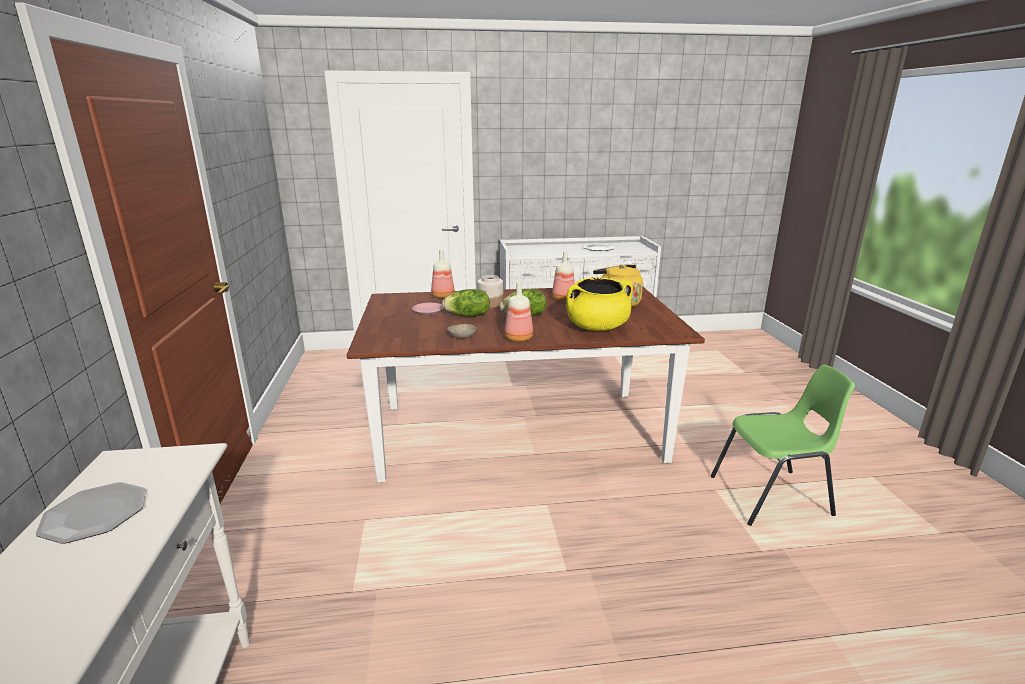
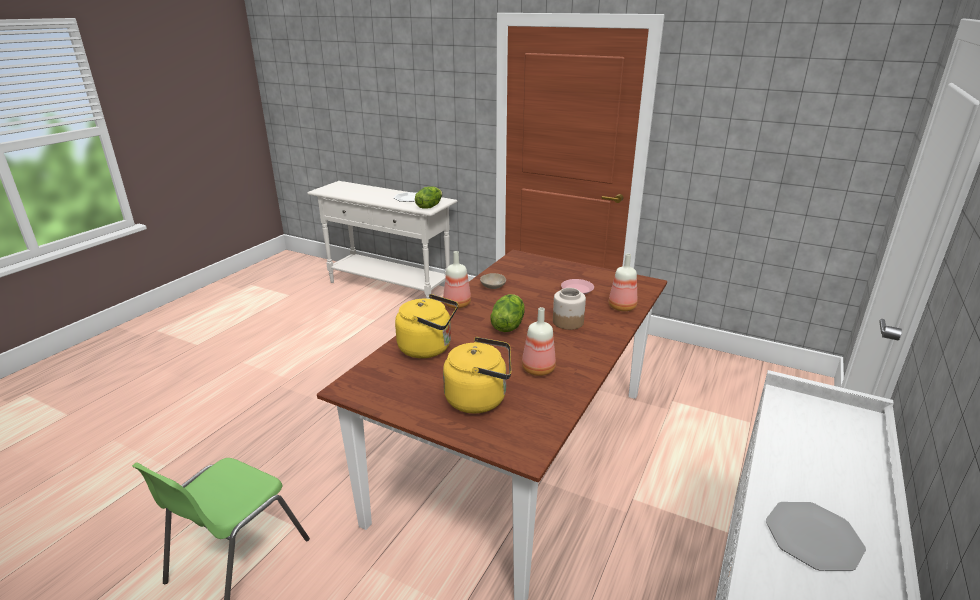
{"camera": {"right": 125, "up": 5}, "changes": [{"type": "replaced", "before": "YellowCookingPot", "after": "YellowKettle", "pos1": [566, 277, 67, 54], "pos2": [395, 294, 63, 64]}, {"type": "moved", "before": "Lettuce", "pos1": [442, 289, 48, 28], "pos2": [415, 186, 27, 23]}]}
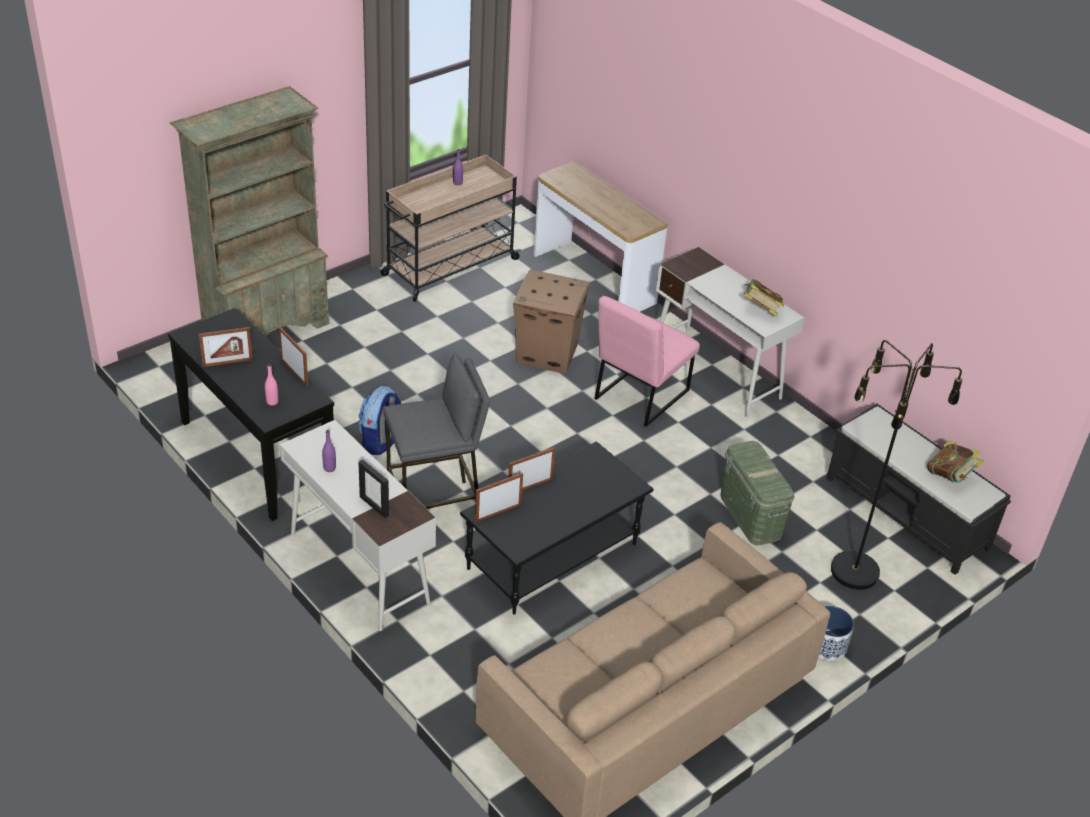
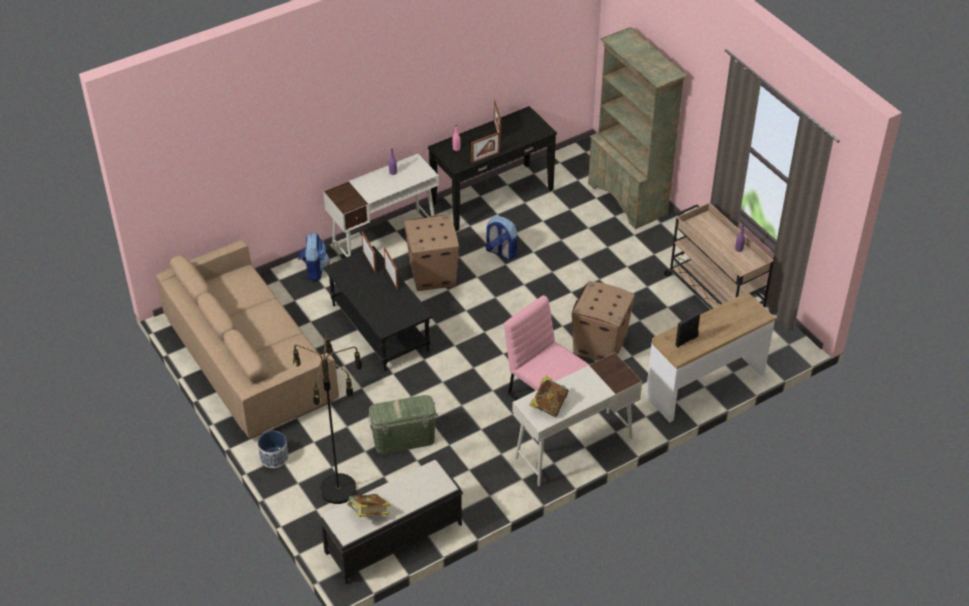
{"camera": {"right": 100, "up": 5}, "changes": [{"type": "replaced", "before": "GreyStool", "after": "CardboardBox", "pos1": [384, 353, 106, 156], "pos2": [404, 215, 55, 76]}, {"type": "moved", "before": "PictureFrame", "pos1": [358, 459, 31, 59], "pos2": [675, 312, 25, 35]}, {"type": "added", "after": "Backpack", "pos2": [298, 233, 32, 48]}]}
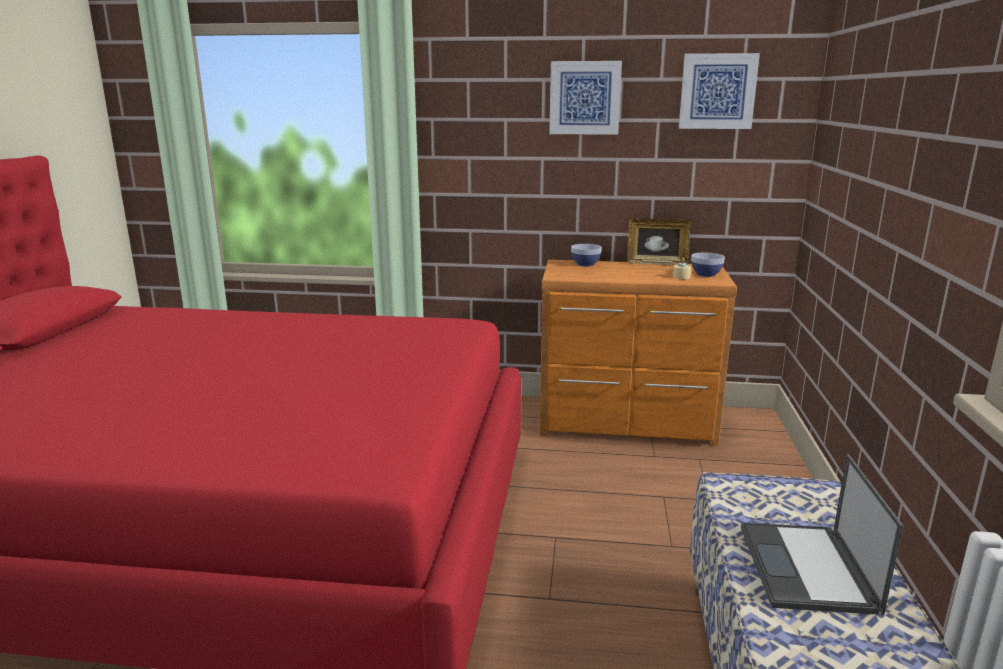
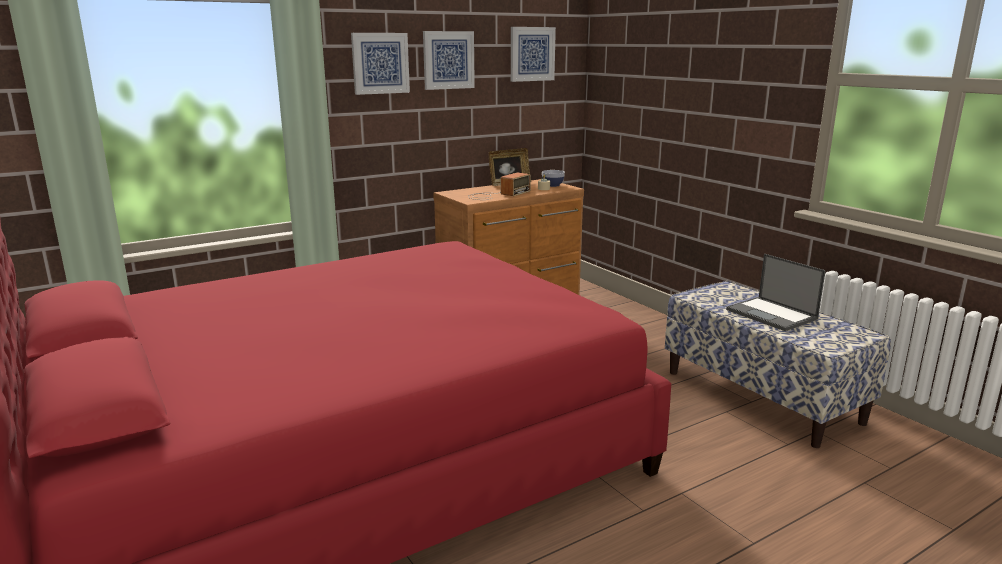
{"camera": {"right": -40, "up": 0}, "changes": [{"type": "removed", "before": "Bowl", "pos1": [571, 244, 31, 22]}, {"type": "added", "after": "Picture", "pos2": [351, 33, 59, 62]}, {"type": "added", "after": "Radio", "pos2": [468, 173, 63, 27]}]}
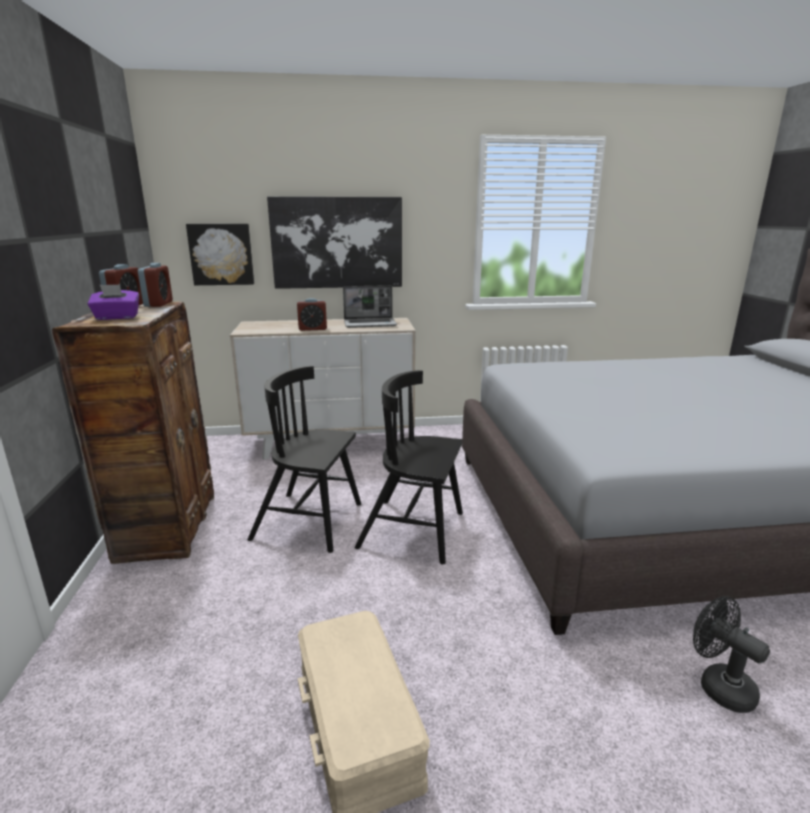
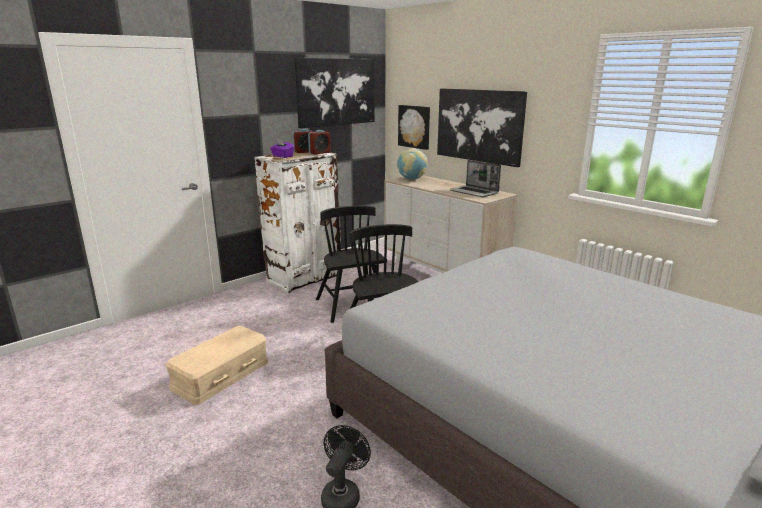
{"camera": {"right": 55, "up": 0}, "changes": [{"type": "removed", "before": "AlarmClock", "pos1": [297, 298, 30, 33]}, {"type": "recoloured", "before": "BrownCabinet", "after": "WhiteCabinet", "pos1": [52, 301, 162, 263], "pos2": [255, 152, 86, 141]}, {"type": "added", "after": "Picture", "pos2": [295, 58, 80, 70]}, {"type": "added", "after": "Globe", "pos2": [397, 148, 31, 31]}]}
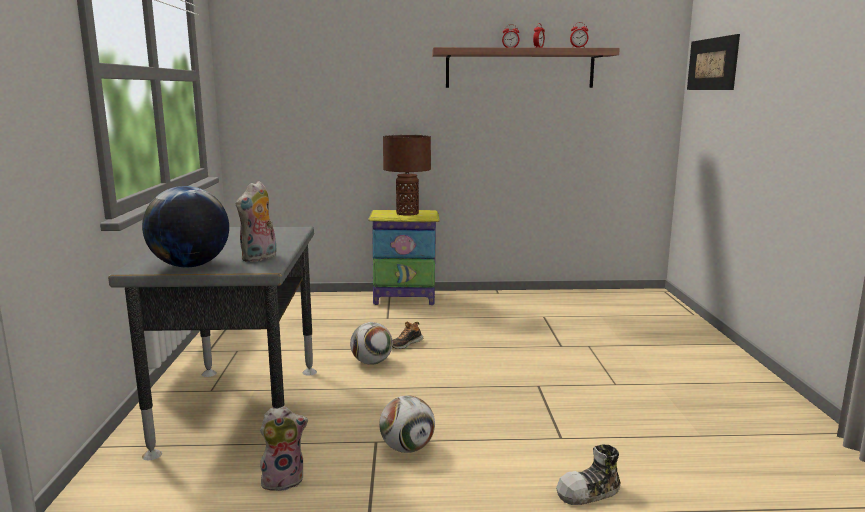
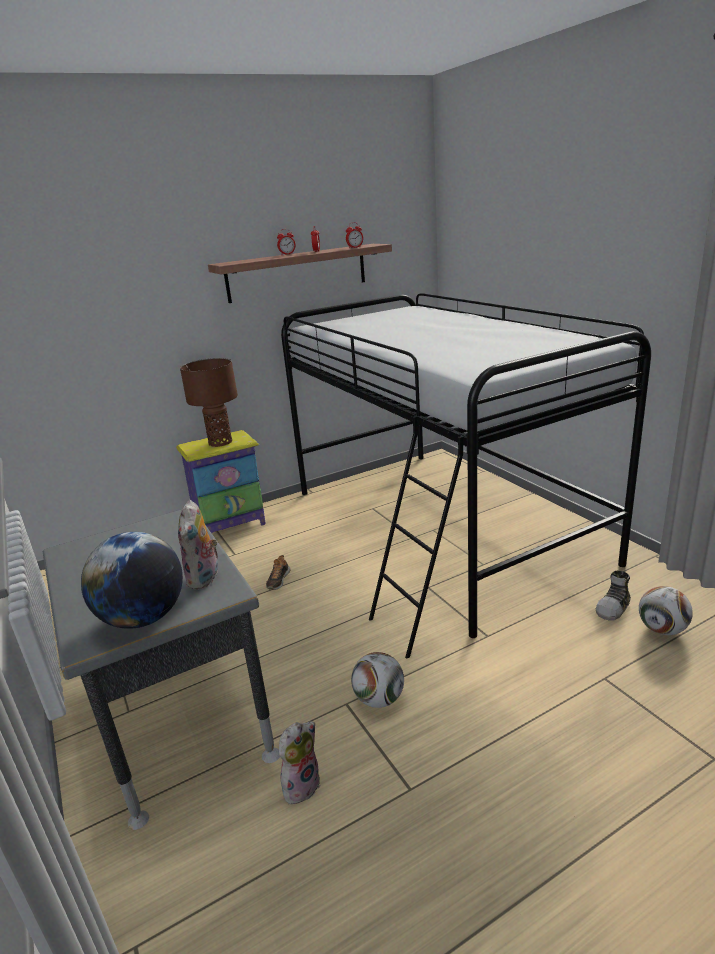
{"camera": {"right": -25, "up": 10}, "changes": [{"type": "removed", "before": "Picture", "pos1": [687, 34, 53, 56]}, {"type": "moved", "before": "Football", "pos1": [350, 322, 43, 43], "pos2": [639, 586, 54, 49]}, {"type": "moved", "before": "Shoe", "pos1": [556, 444, 65, 61], "pos2": [596, 570, 35, 50]}, {"type": "added", "after": "BlackBed", "pos2": [281, 293, 370, 366]}]}
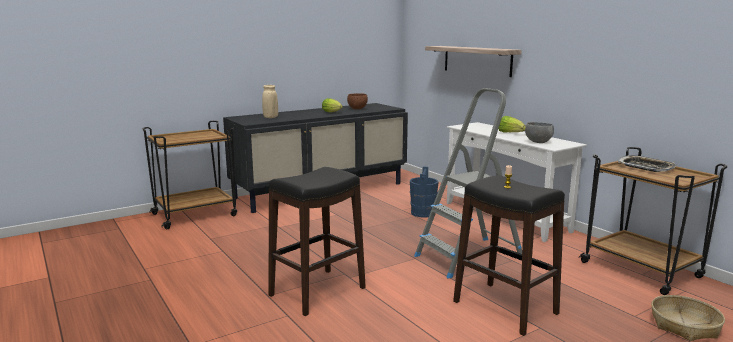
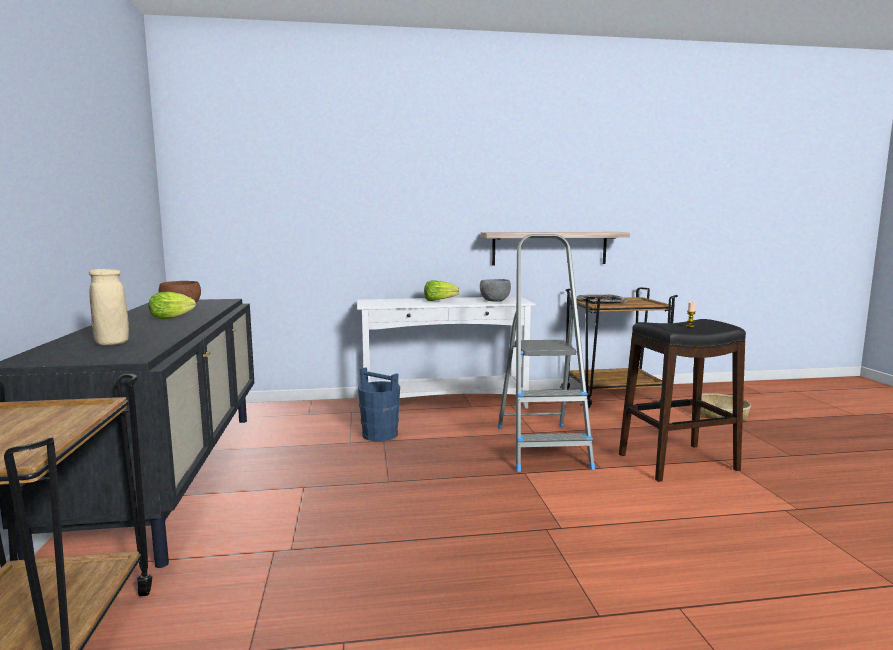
{"camera": {"right": -65, "up": -5}, "changes": [{"type": "moved", "before": "Shelf", "pos1": [425, 46, 97, 31], "pos2": [480, 232, 150, 33]}, {"type": "removed", "before": "BlackStool", "pos1": [268, 167, 98, 149]}]}
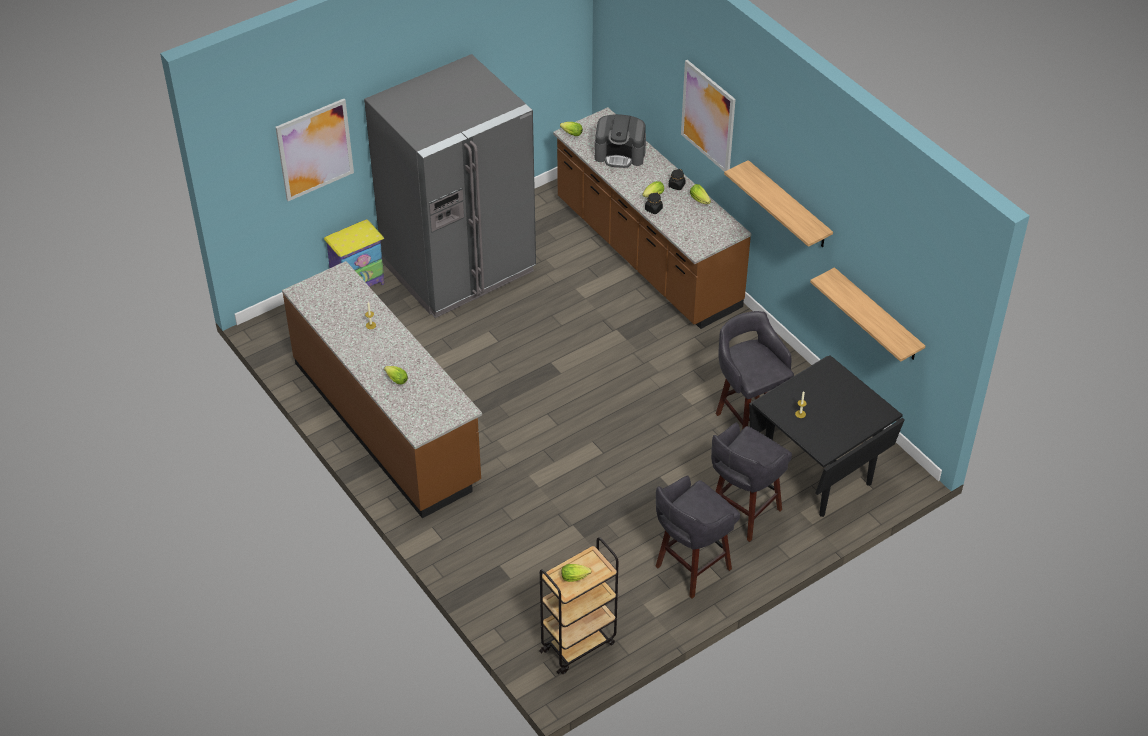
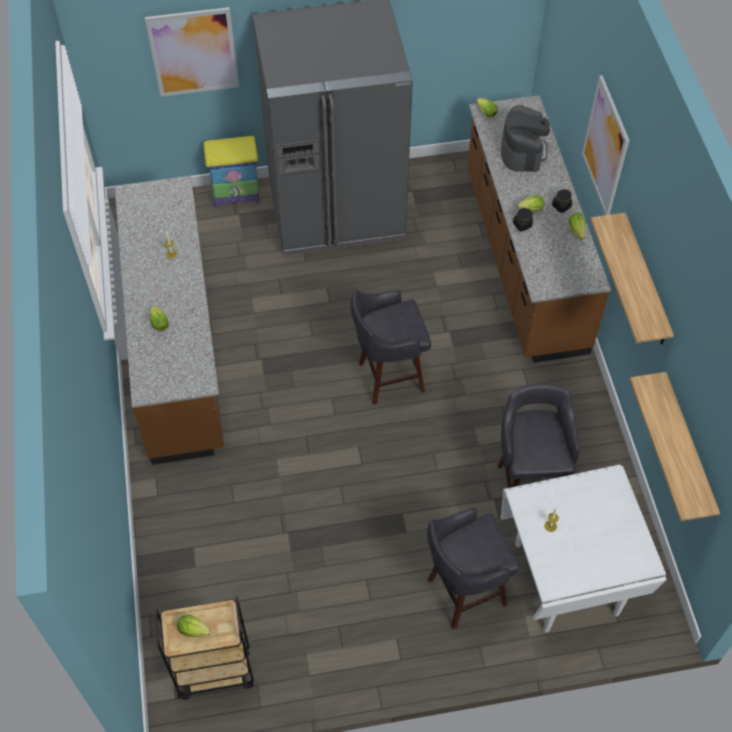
{"camera": {"right": 25, "up": 10}, "changes": [{"type": "turned", "before": "CoffeeMachine", "pos1": [595, 114, 51, 54], "pos2": [501, 105, 49, 67], "turn": -120}, {"type": "recoloured", "before": "BlackDiningTable", "after": "WhiteDiningTable", "pos1": [749, 355, 156, 162], "pos2": [501, 465, 166, 167]}, {"type": "moved", "before": "GreyStool", "pos1": [656, 475, 84, 124], "pos2": [350, 290, 81, 115]}]}
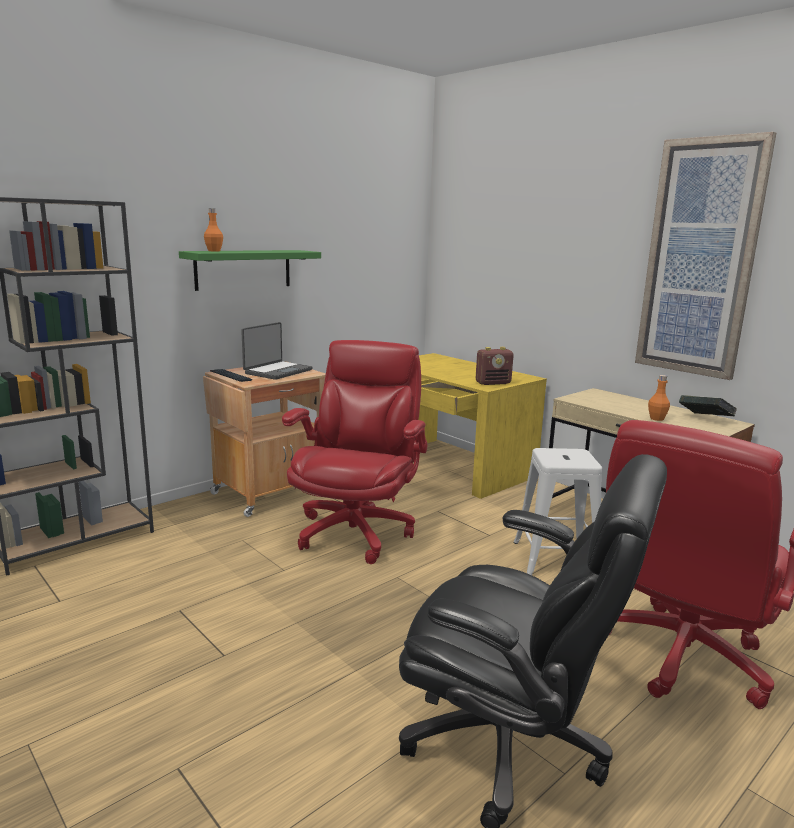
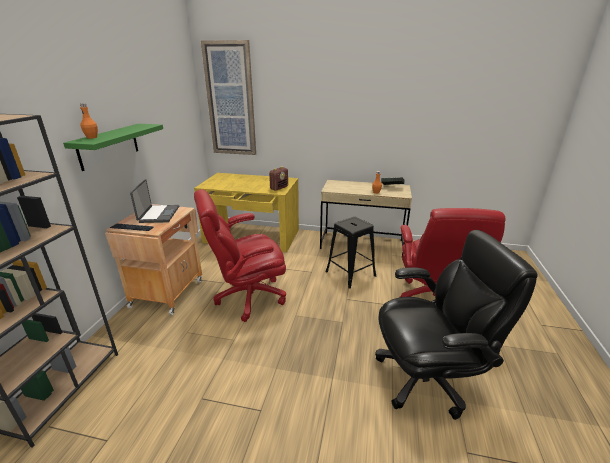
{"camera": {"right": -35, "up": 10}, "changes": [{"type": "moved", "before": "Picture", "pos1": [635, 132, 141, 248], "pos2": [201, 40, 55, 115]}, {"type": "turned", "before": "RedOfficeChair", "pos1": [282, 340, 145, 224], "pos2": [194, 189, 92, 133], "turn": -90}, {"type": "recoloured", "before": "WhiteStool", "after": "BlackStool", "pos1": [514, 448, 88, 127], "pos2": [326, 217, 50, 72]}]}
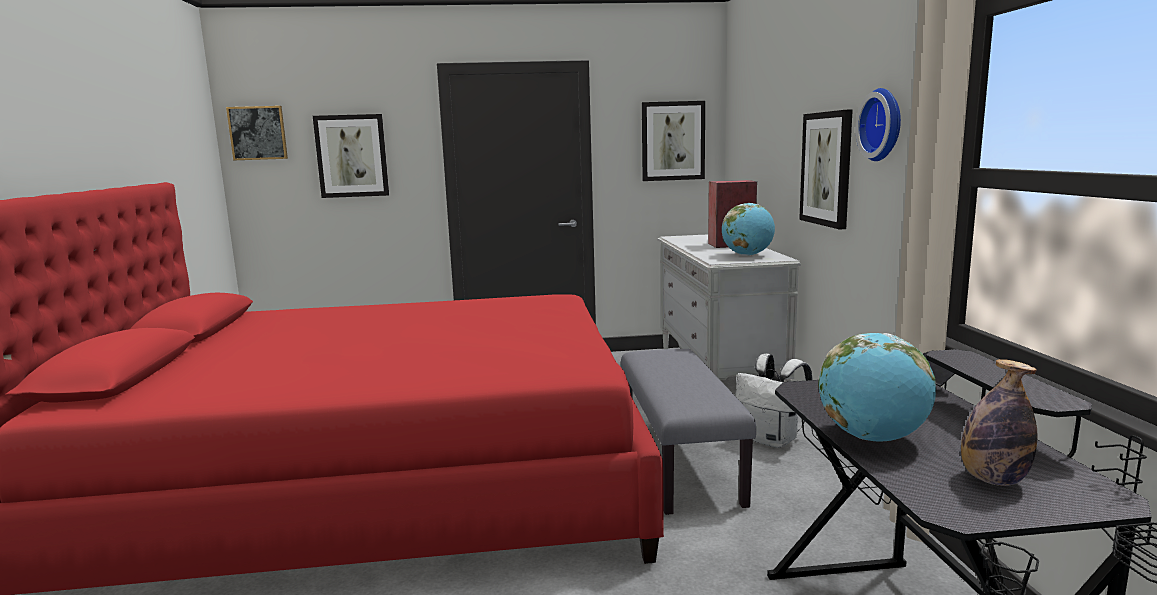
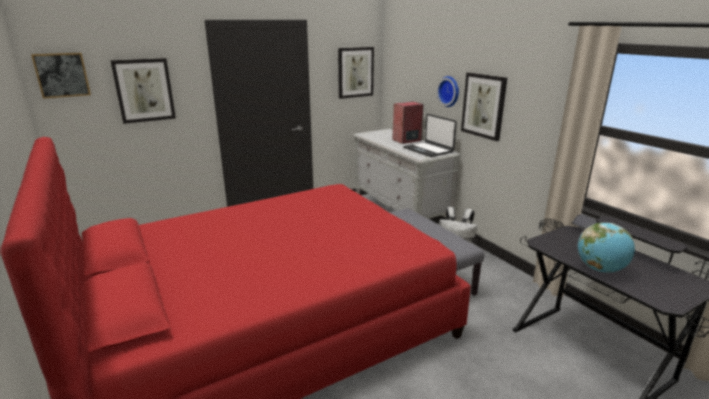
{"camera": {"right": -25, "up": 10}, "changes": [{"type": "moved", "before": "WallClock", "pos1": [856, 88, 45, 73], "pos2": [437, 76, 22, 31]}, {"type": "replaced", "before": "Globe", "after": "Laptop", "pos1": [722, 203, 53, 53], "pos2": [403, 114, 54, 43]}, {"type": "removed", "before": "Bottle", "pos1": [961, 359, 76, 127]}]}
